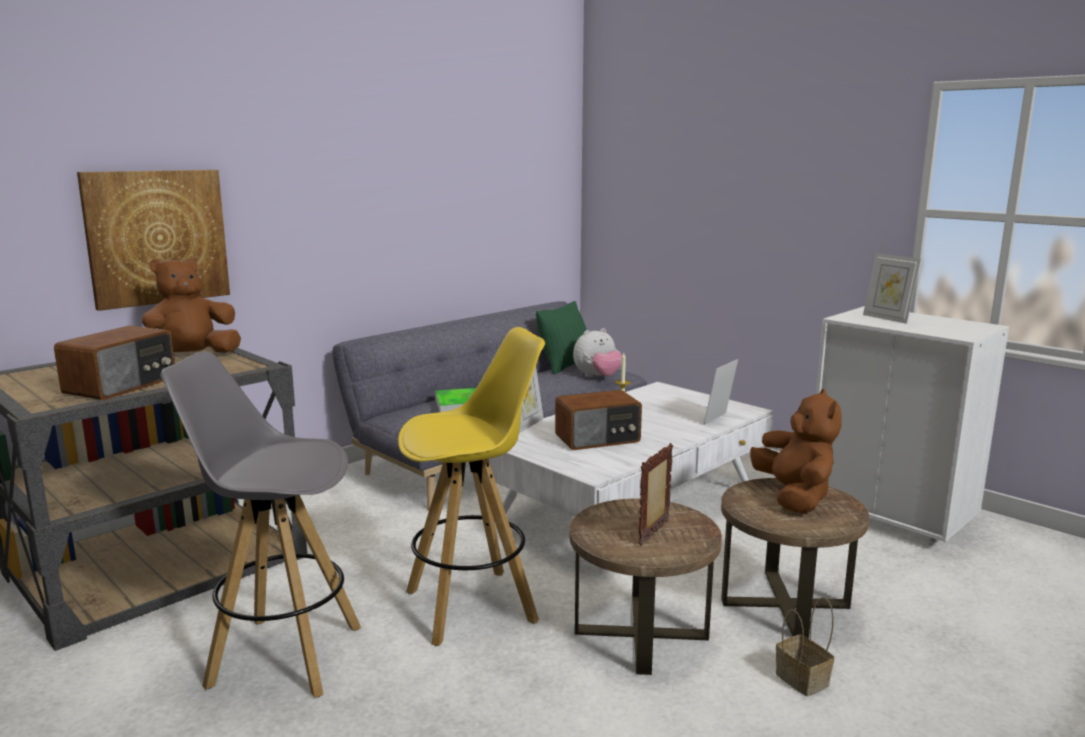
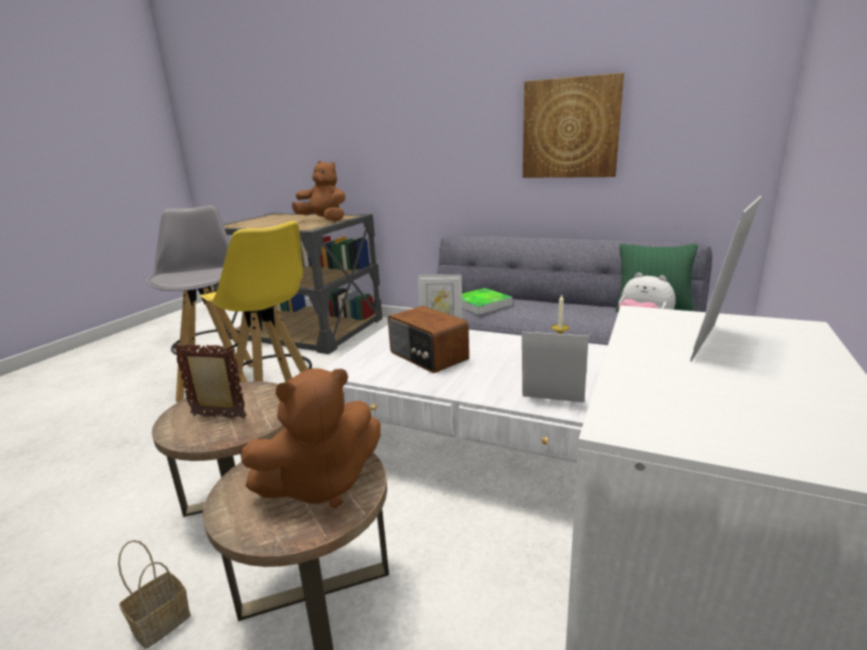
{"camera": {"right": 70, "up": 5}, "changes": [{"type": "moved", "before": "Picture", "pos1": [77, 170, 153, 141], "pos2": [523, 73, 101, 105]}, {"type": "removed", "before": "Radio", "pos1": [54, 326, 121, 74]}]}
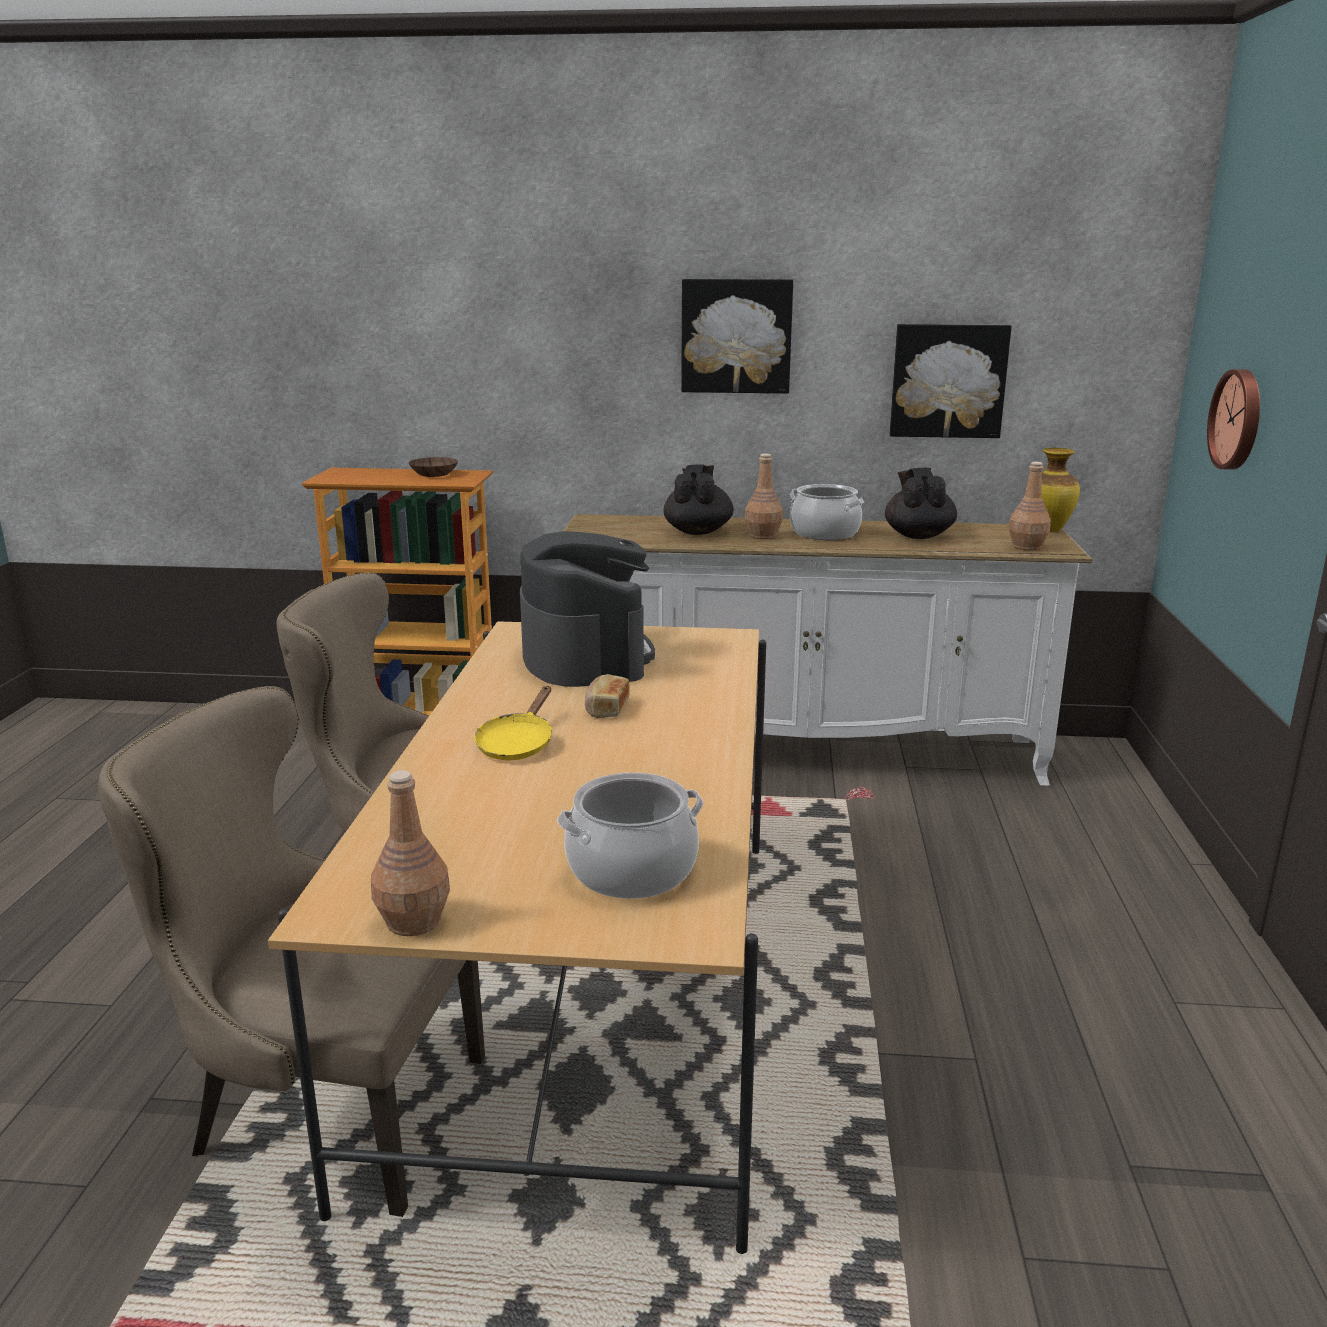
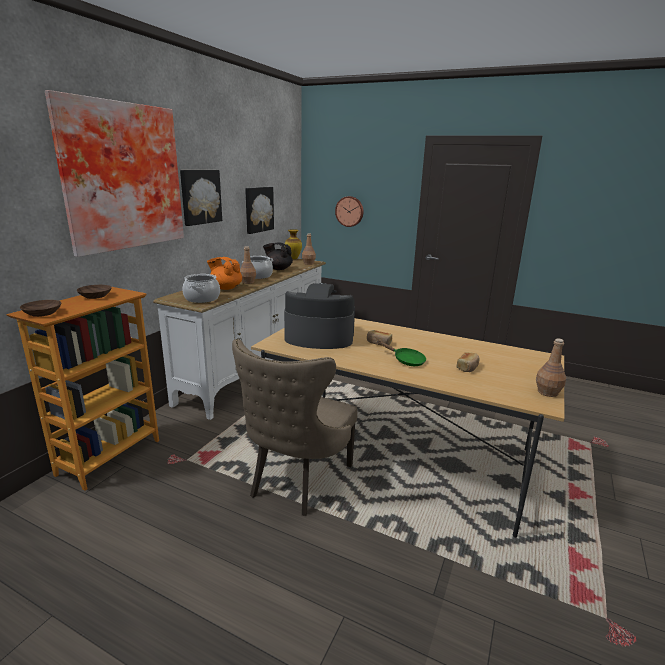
{"camera": {"right": -70, "up": 0}, "changes": [{"type": "recoloured", "before": "BlackTeapot", "after": "OrangeTeapot", "pos1": [664, 465, 70, 70], "pos2": [207, 257, 35, 33]}, {"type": "removed", "before": "BeigeChair", "pos1": [98, 686, 387, 531]}, {"type": "recoloured", "before": "YellowFryingPan", "after": "GreenFryingPan", "pos1": [474, 686, 78, 75], "pos2": [377, 340, 49, 26]}, {"type": "moved", "before": "CookingPot", "pos1": [557, 772, 147, 127], "pos2": [183, 274, 37, 29]}, {"type": "added", "after": "Picture", "pos2": [45, 90, 139, 167]}, {"type": "added", "after": "BrownBowl", "pos2": [20, 300, 41, 17]}, {"type": "added", "after": "Bread", "pos2": [457, 352, 23, 20]}]}
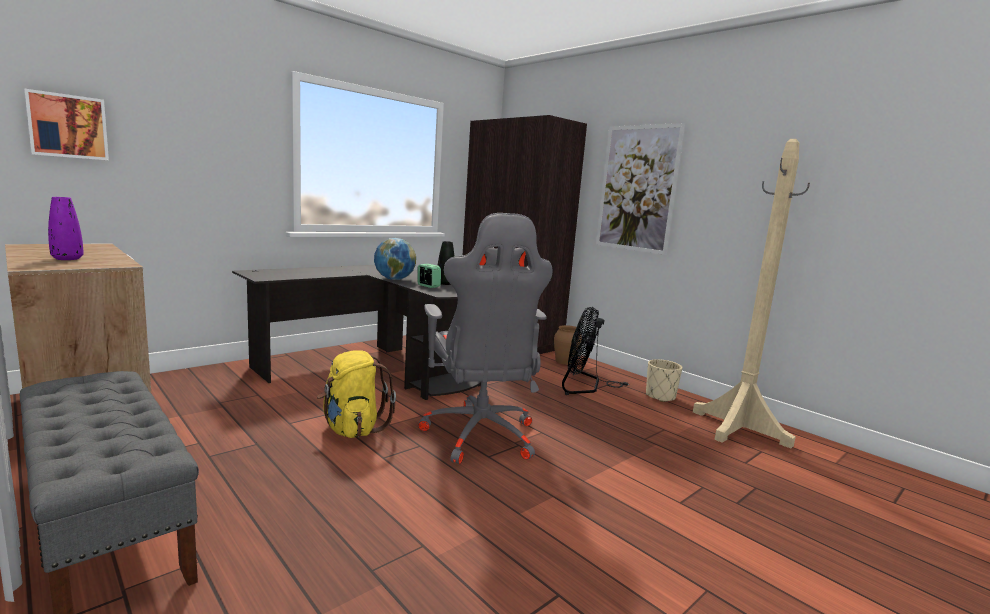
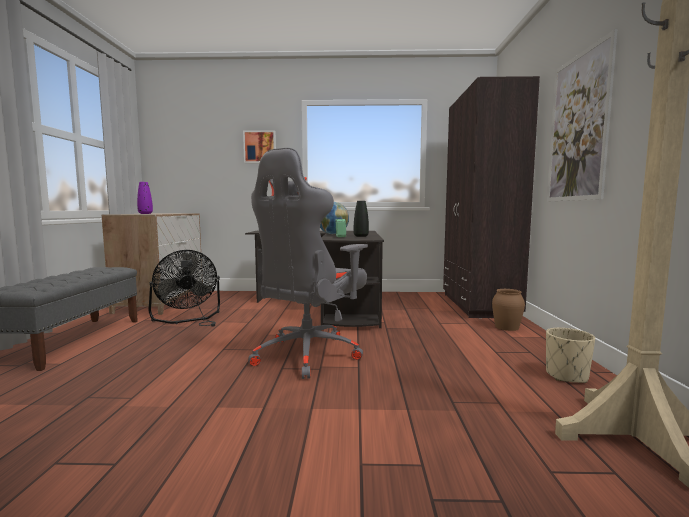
{"camera": {"right": 45, "up": -5}, "changes": [{"type": "moved", "before": "Picture", "pos1": [24, 88, 85, 72], "pos2": [243, 130, 33, 33]}, {"type": "moved", "before": "BlackFan", "pos1": [562, 307, 68, 88], "pos2": [148, 250, 72, 77]}, {"type": "removed", "before": "YellowBackpack", "pos1": [317, 350, 79, 88]}]}
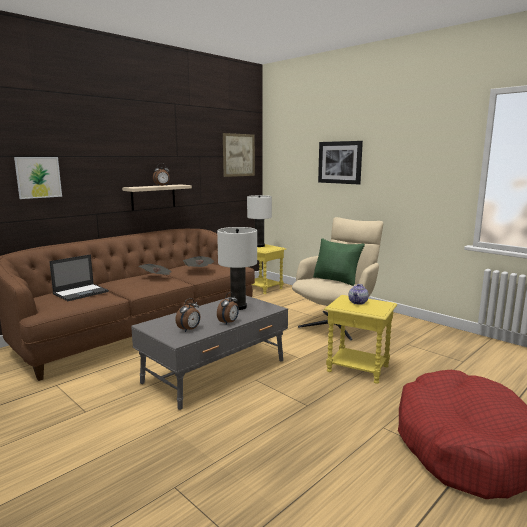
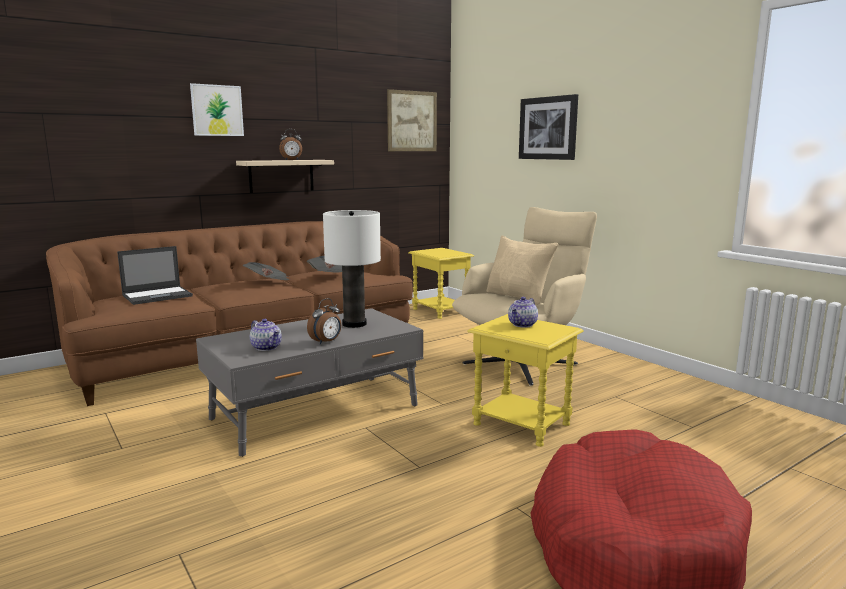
{"camera": {"right": 10, "up": 0}, "changes": [{"type": "moved", "before": "Picture", "pos1": [14, 157, 48, 42], "pos2": [190, 83, 54, 53]}, {"type": "removed", "before": "WhiteTableLamp", "pos1": [247, 195, 25, 52]}, {"type": "recoloured", "before": "GreenPillow", "after": "BeigePillow", "pos1": [313, 238, 52, 48], "pos2": [486, 236, 73, 69]}, {"type": "replaced", "before": "AlarmClock", "after": "Teapot", "pos1": [176, 298, 24, 34], "pos2": [250, 319, 32, 32]}]}
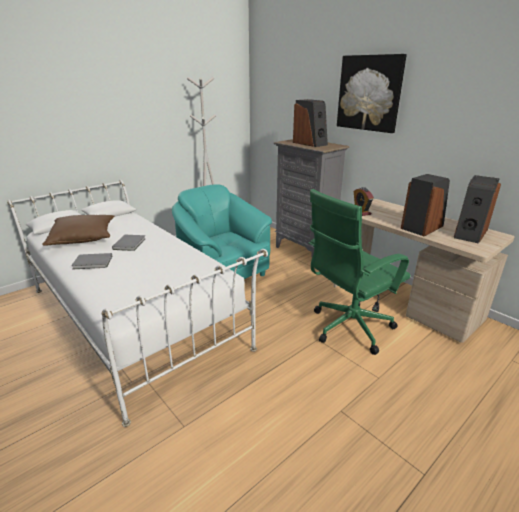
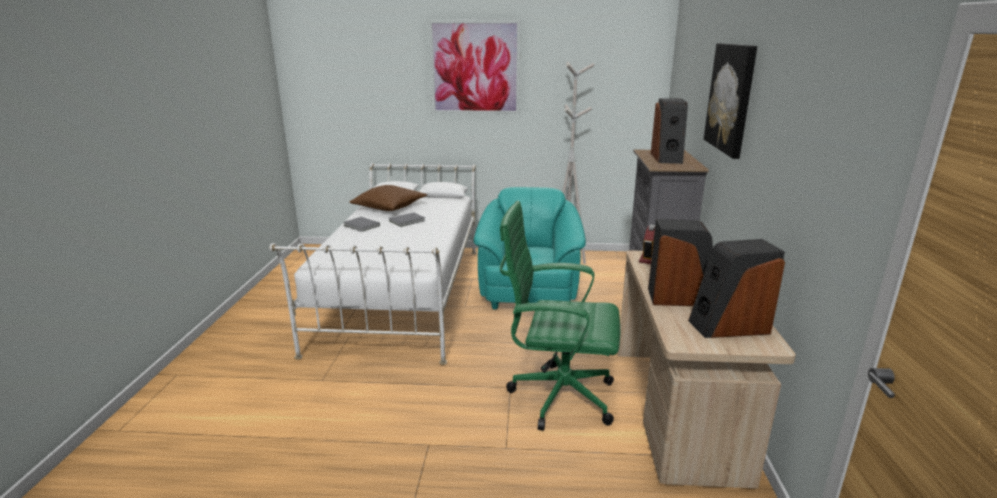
{"camera": {"right": 45, "up": -5}, "changes": [{"type": "added", "after": "Picture", "pos2": [428, 20, 93, 94]}]}
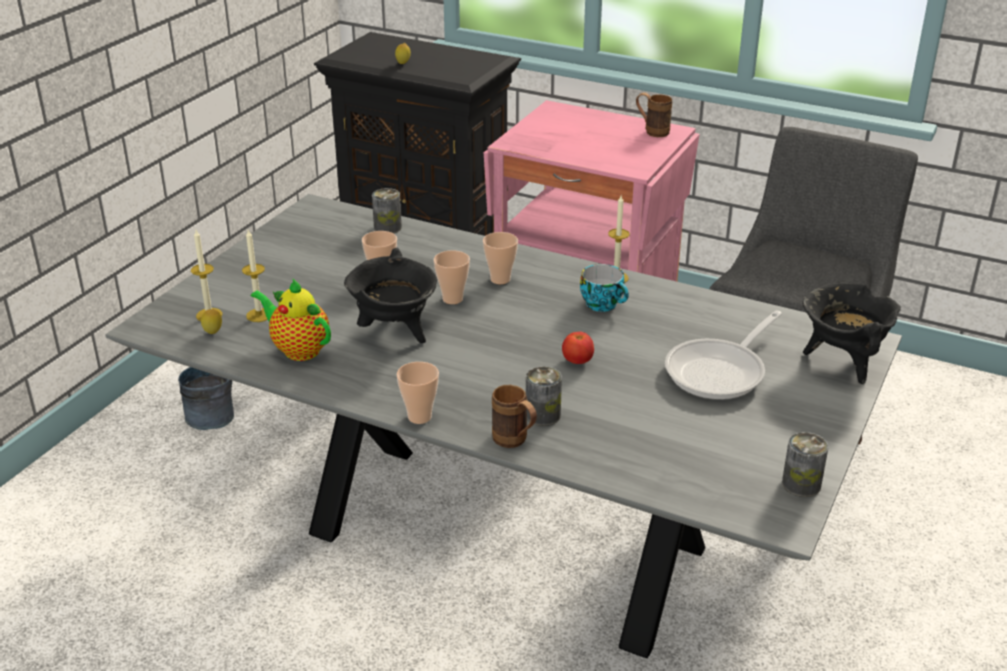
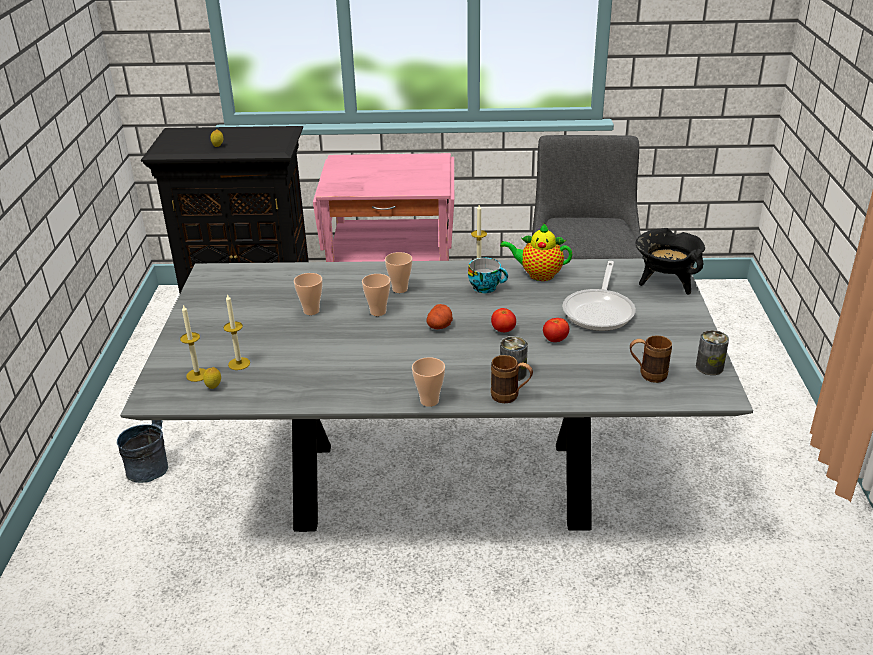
{"camera": {"right": -25, "up": 0}, "changes": [{"type": "moved", "before": "BrownMug", "pos1": [636, 93, 36, 44], "pos2": [630, 336, 42, 47]}, {"type": "removed", "before": "Can", "pos1": [372, 188, 30, 46]}, {"type": "removed", "before": "BlackCookingPot", "pos1": [344, 248, 93, 95]}, {"type": "moved", "before": "Teapot", "pos1": [251, 279, 80, 82], "pos2": [500, 223, 72, 58]}, {"type": "added", "after": "Potato", "pos2": [427, 304, 26, 25]}, {"type": "added", "after": "Tomato", "pos2": [543, 318, 26, 24]}]}
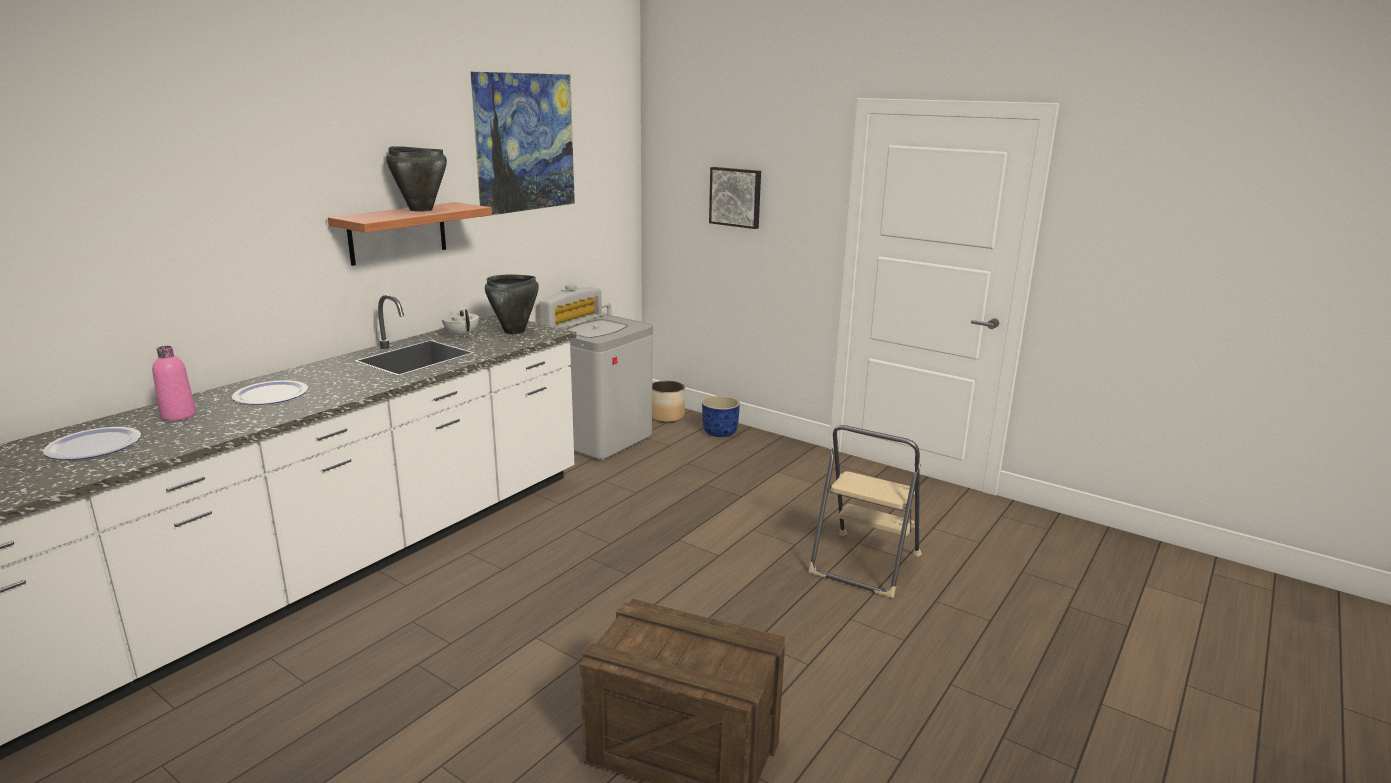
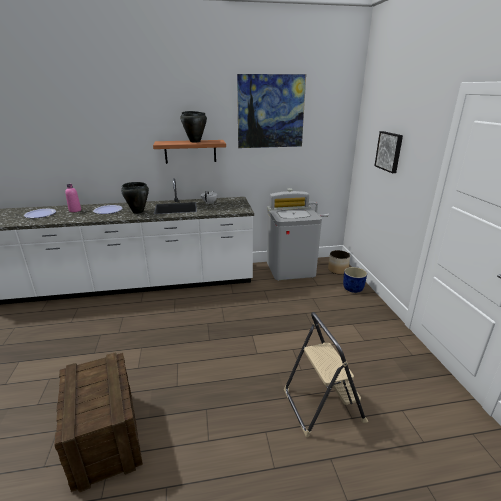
{"camera": {"right": 45, "up": 5}, "changes": [{"type": "moved", "before": "BlackCookingPot", "pos1": [485, 275, 54, 59], "pos2": [121, 182, 28, 32]}]}
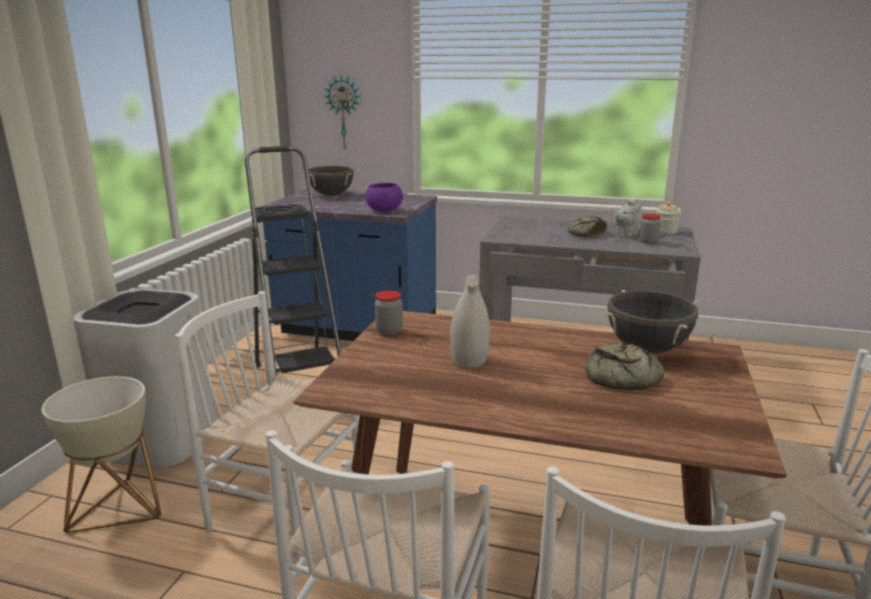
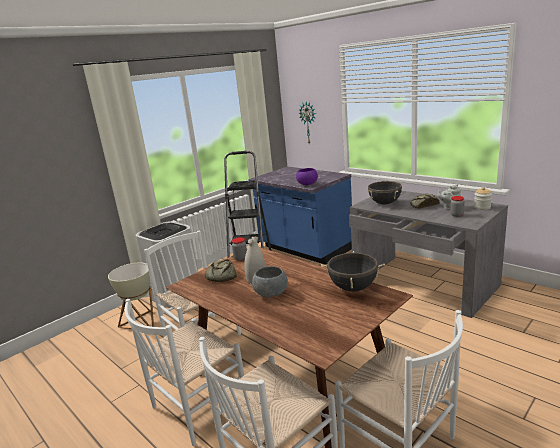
{"camera": {"right": 30, "up": 0}, "changes": [{"type": "moved", "before": "BlackCookingPot", "pos1": [308, 166, 46, 30], "pos2": [367, 181, 35, 23]}, {"type": "moved", "before": "Bread", "pos1": [585, 342, 79, 48], "pos2": [205, 259, 32, 23]}, {"type": "added", "after": "GreyBowl", "pos2": [252, 266, 36, 31]}]}
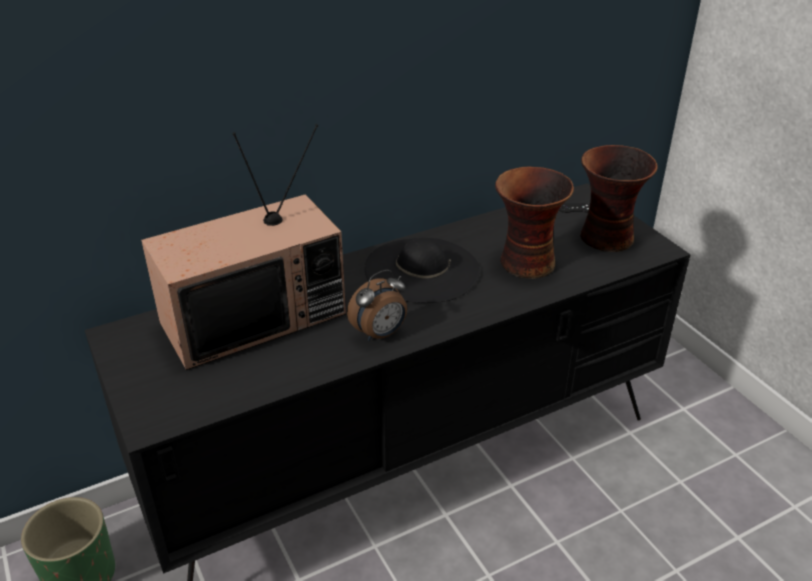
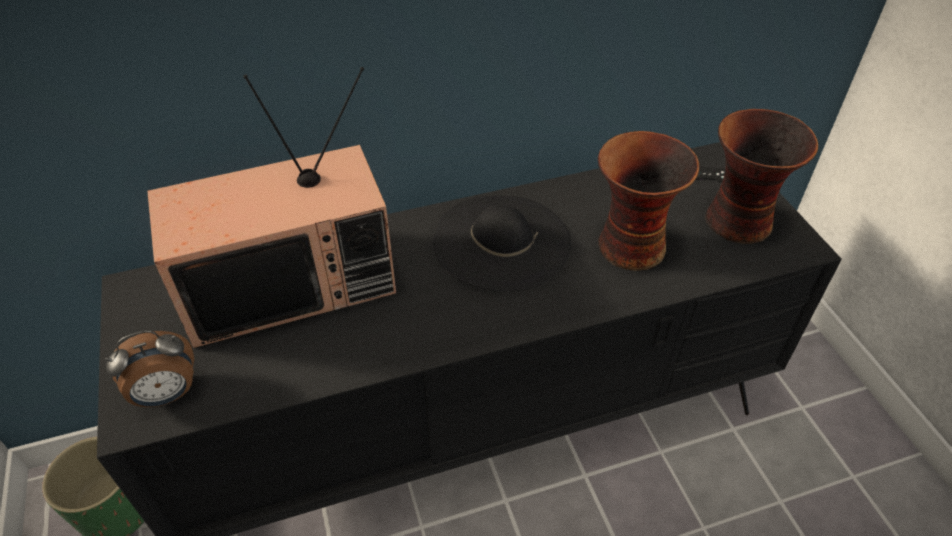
{"camera": {"right": 10, "up": 10}, "changes": [{"type": "moved", "before": "AlarmClock", "pos1": [347, 270, 60, 71], "pos2": [105, 331, 89, 76]}]}
